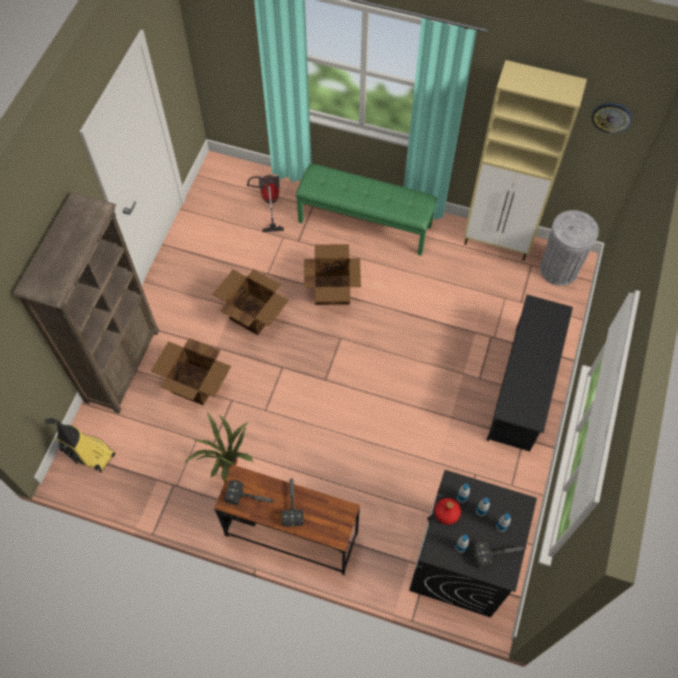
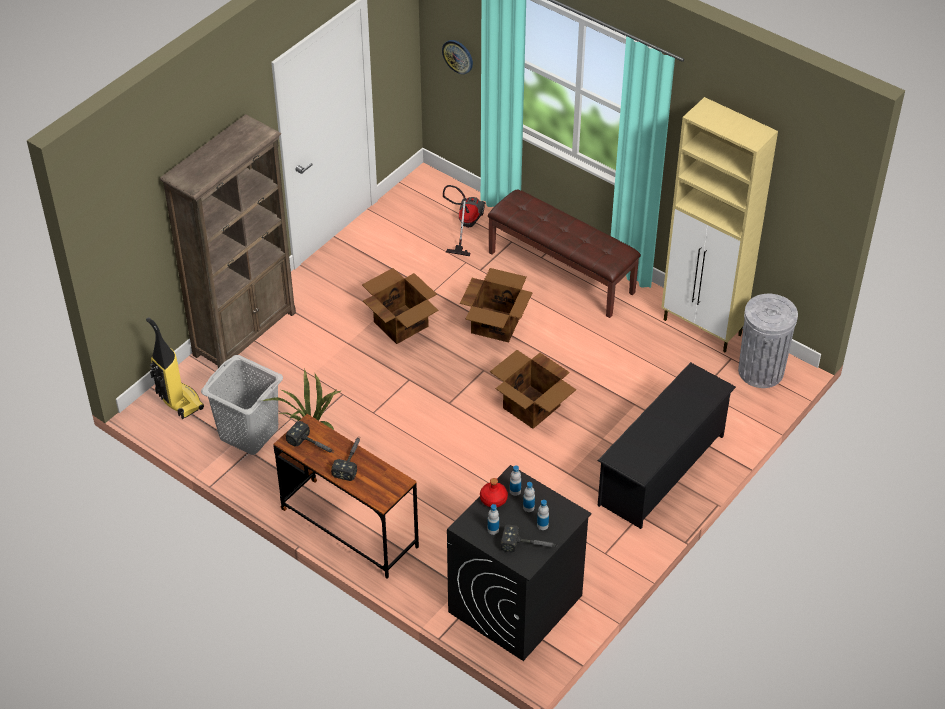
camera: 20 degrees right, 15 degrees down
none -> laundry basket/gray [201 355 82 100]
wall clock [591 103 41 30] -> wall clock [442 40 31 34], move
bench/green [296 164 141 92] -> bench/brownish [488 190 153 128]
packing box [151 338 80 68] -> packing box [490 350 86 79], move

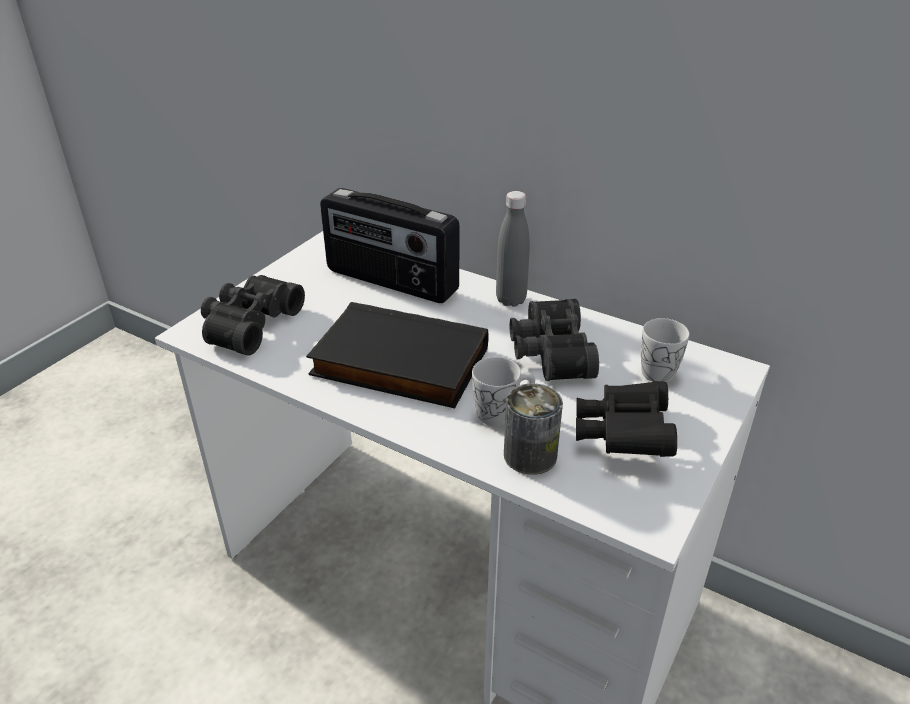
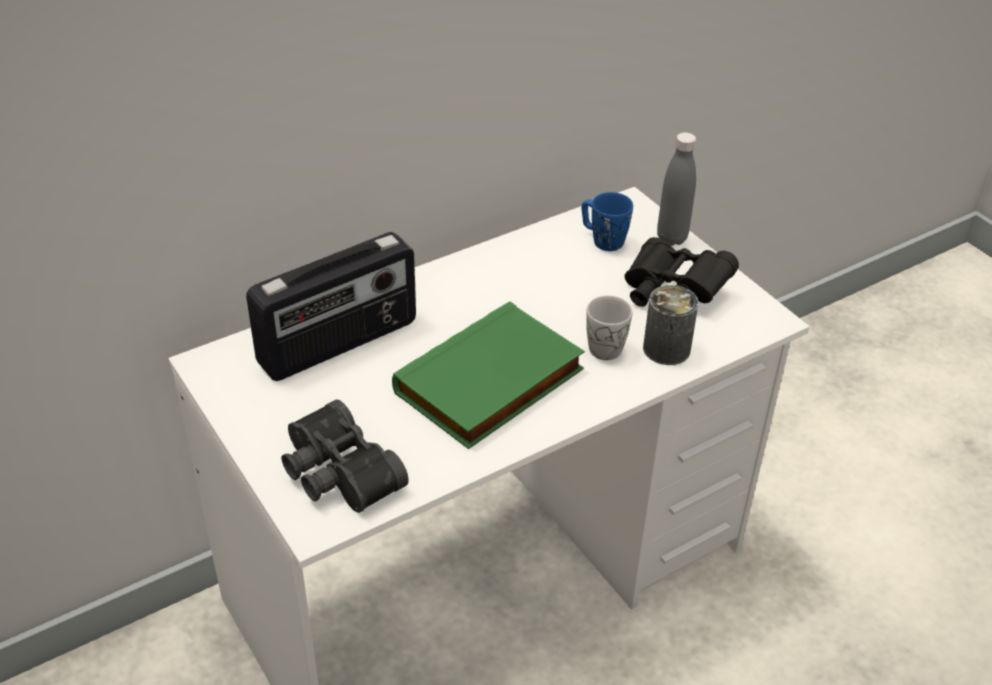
camera: 65 degrees left, 5 degrees up
book/blackish [306 302 183 106] -> book/green [392 301 193 148]
coffee mug/white-coloured [641 318 48 65] -> coffee mug/blue-coloured [581 192 52 59]
bottle/gray [496 191 34 116] -> bottle/gray [657 132 39 114], move
field glasses/blackish [510 299 89 82] -> none

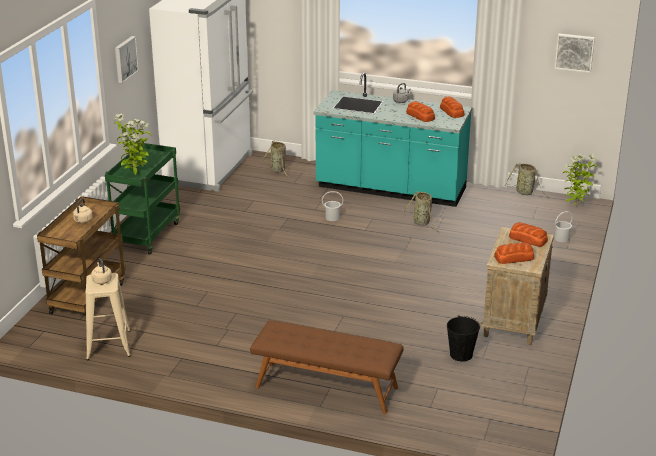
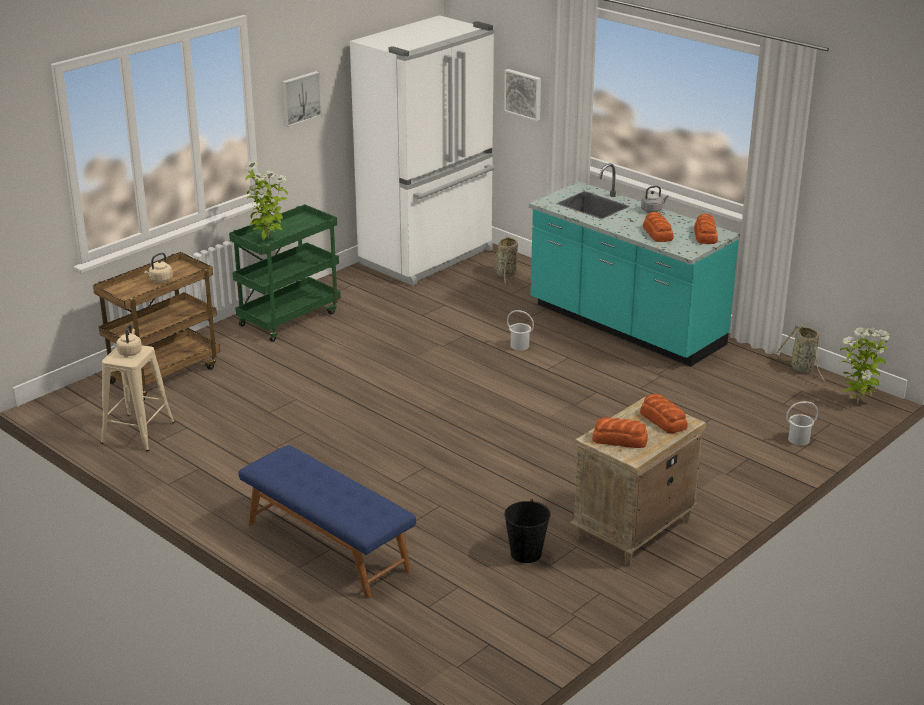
camera: 25 degrees right, 0 degrees up
bench/brownish [250 320 154 94] -> bench/blue-coloured [238 445 178 154]
picture [555 34 40 39] -> picture [504 69 37 52], move
storage basket [403 191 34 40] -> none

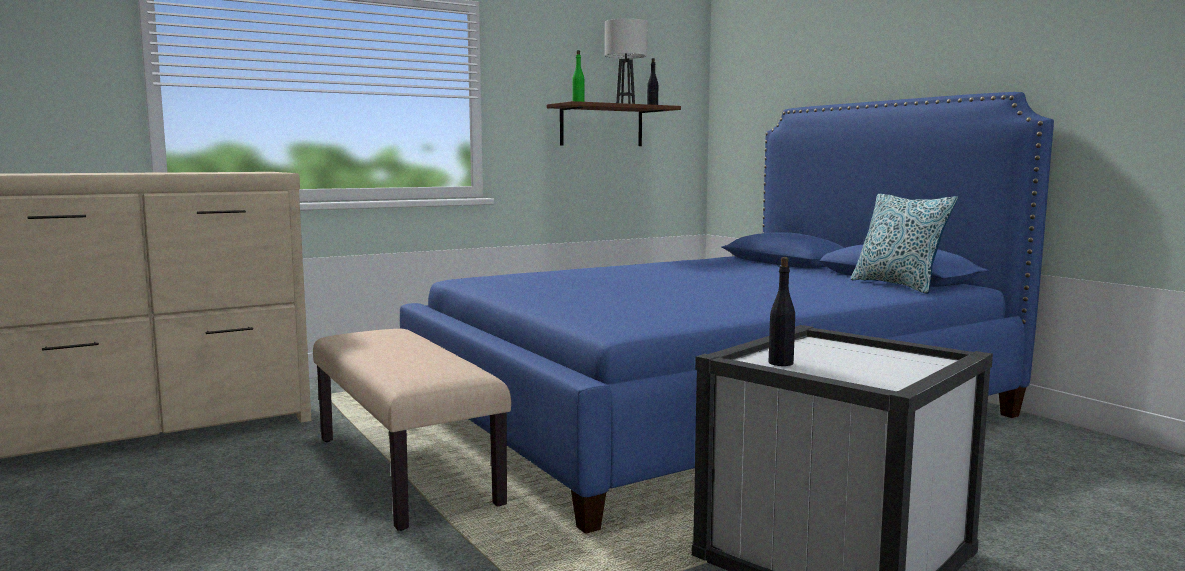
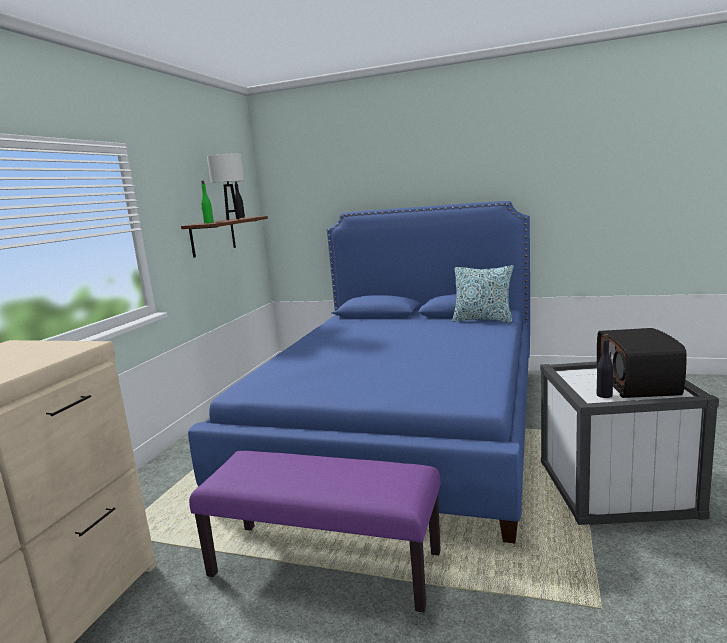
camera: 40 degrees left, 5 degrees up
bench/sand-coloured [313 329 198 202] -> bench/purplish [189 451 252 162]
none -> radio receiver [597 328 90 70]

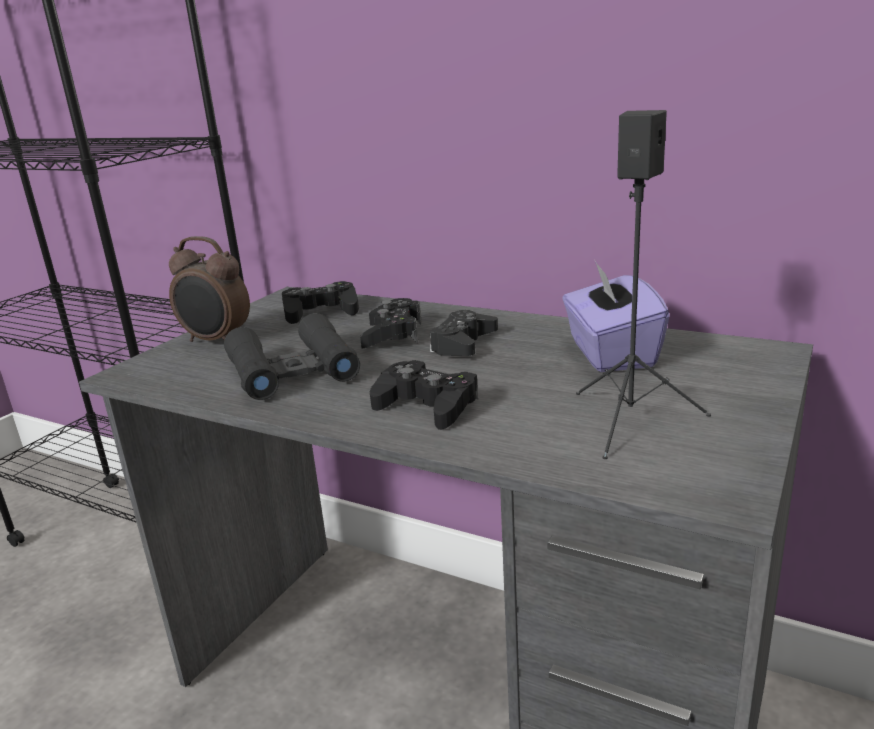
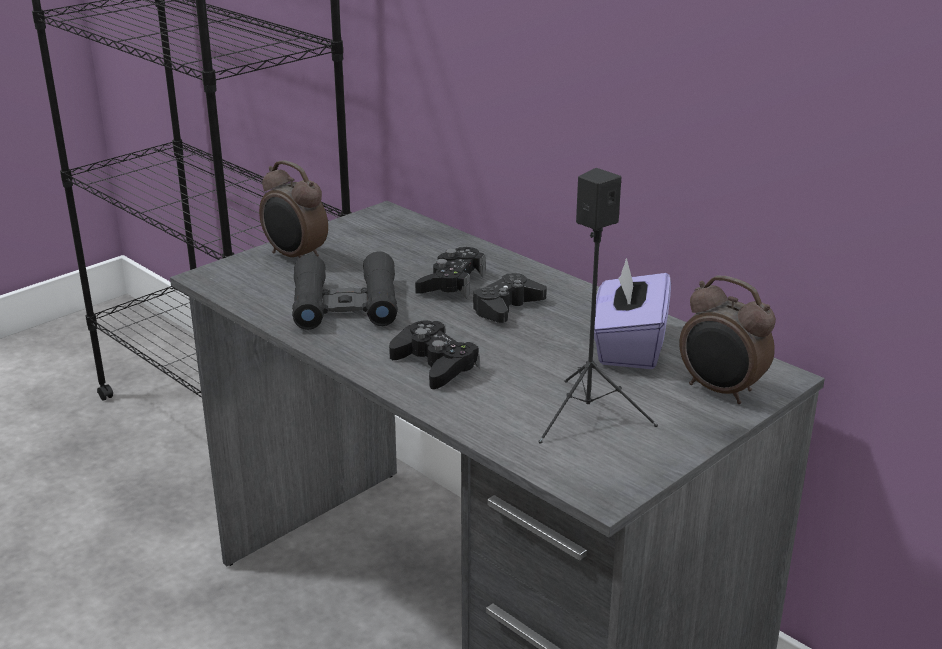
camera: 15 degrees right, 5 degrees up
none -> bedside clock [679 276 97 128]
joypad/blackish [282 281 77 43] -> none

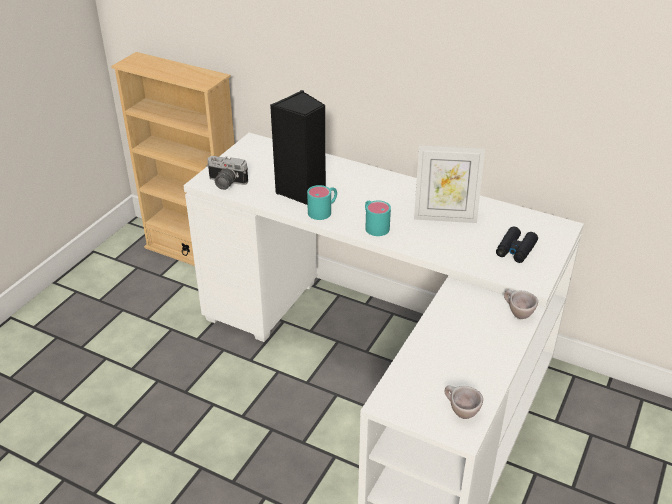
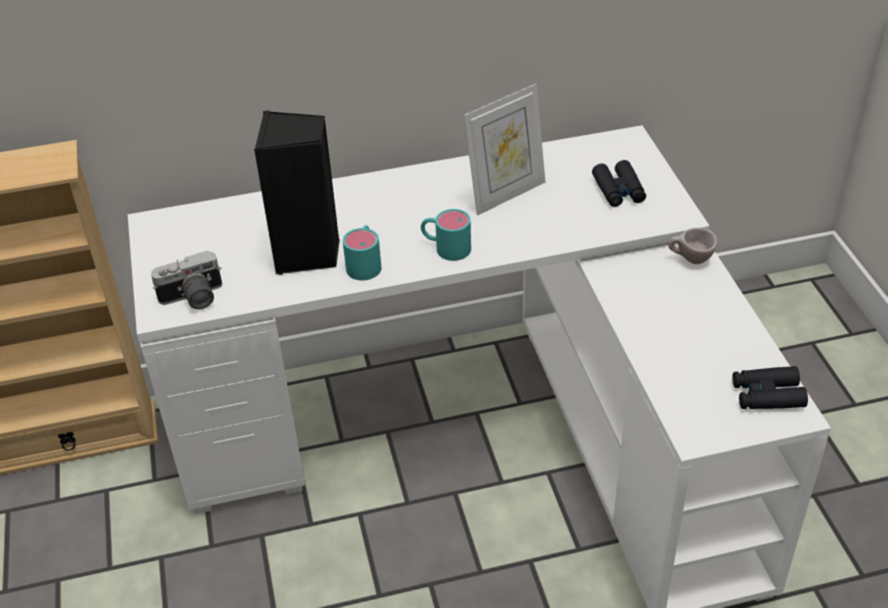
camera: 40 degrees left, 5 degrees up
small cup/sand-coloured [444 385 39 34] -> field glasses/blackish [732 366 76 43]

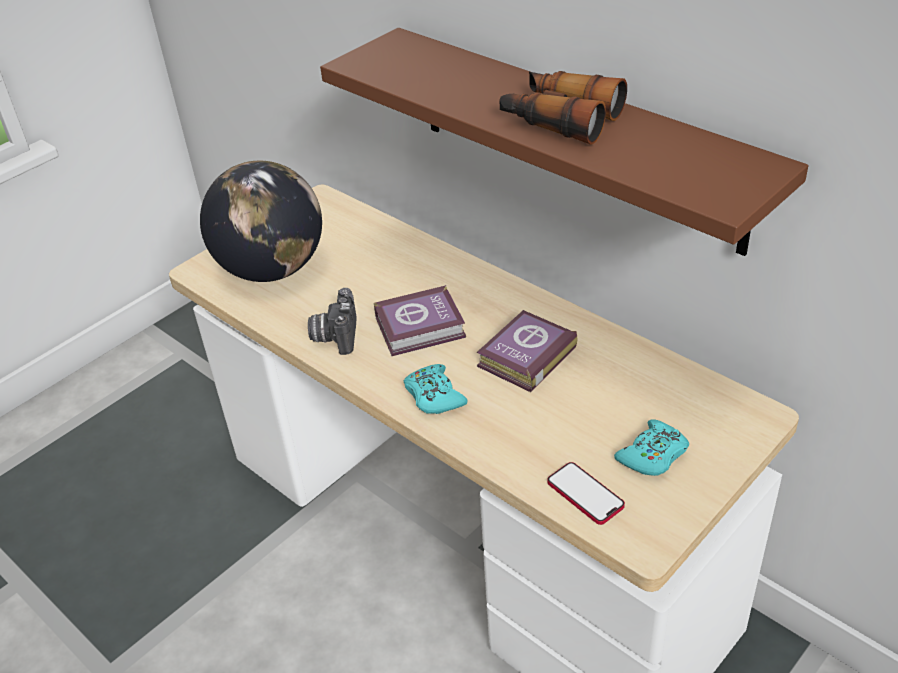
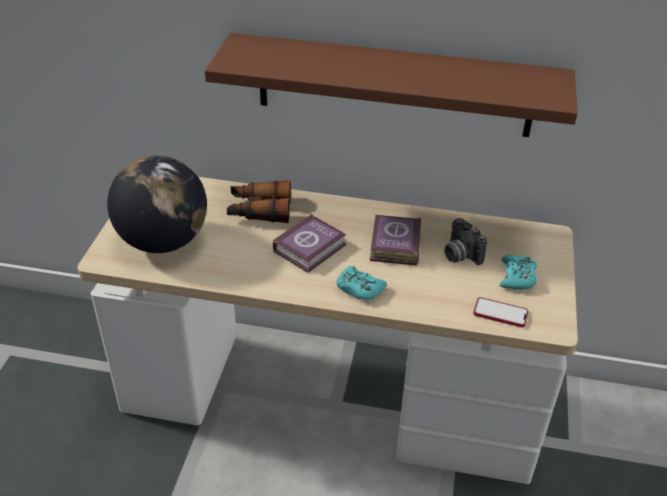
camera: 35 degrees left, 0 degrees up
field glasses [499 71 128 73] -> field glasses [227 180 64 43], move
photo camera [308 288 49 67] -> photo camera [444 218 43 47], move

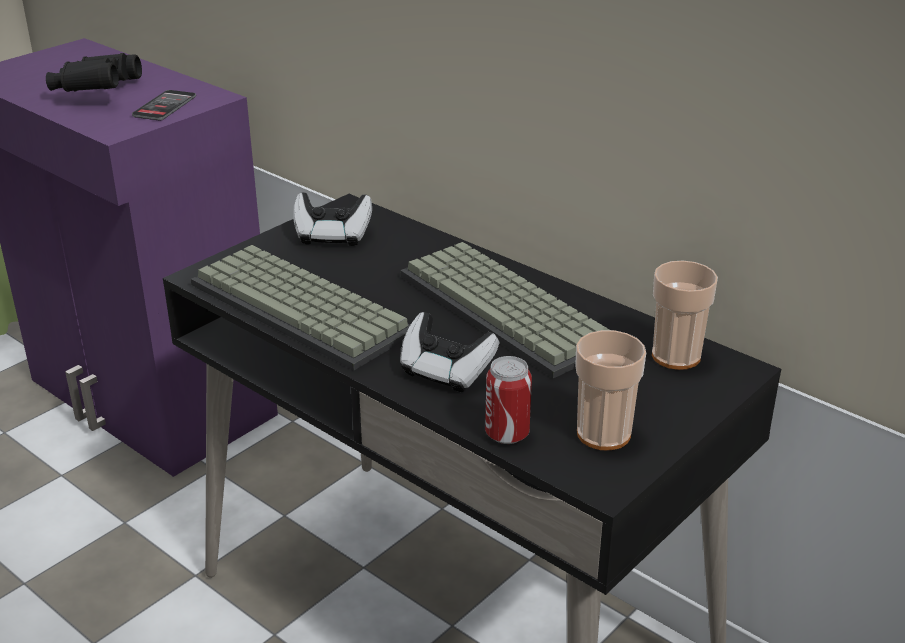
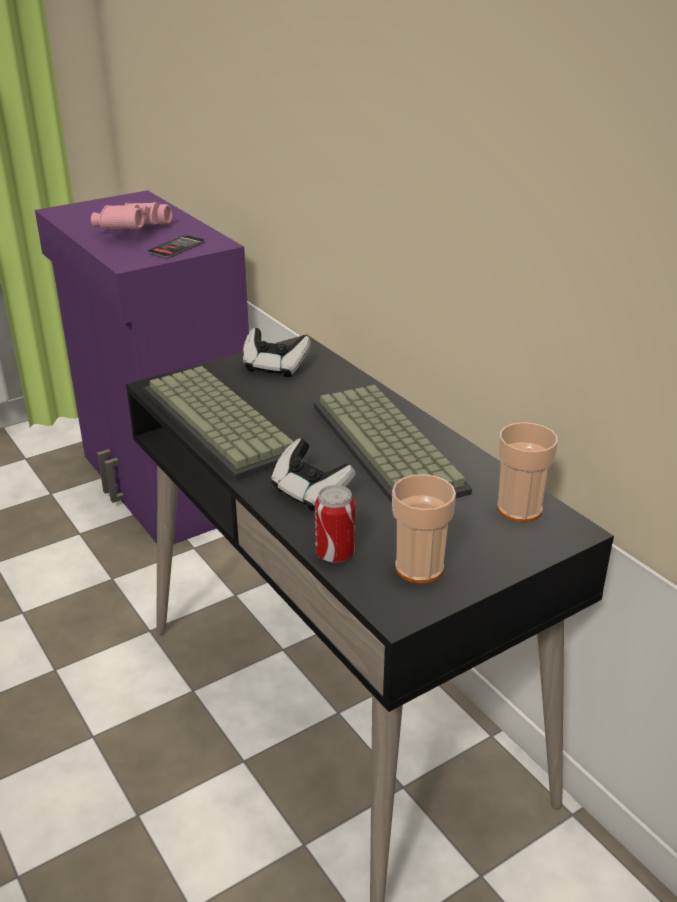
camera: 15 degrees right, 0 degrees up
field glasses/blackish [46 53 96 39] -> field glasses/pinkish [91 202 81 27]

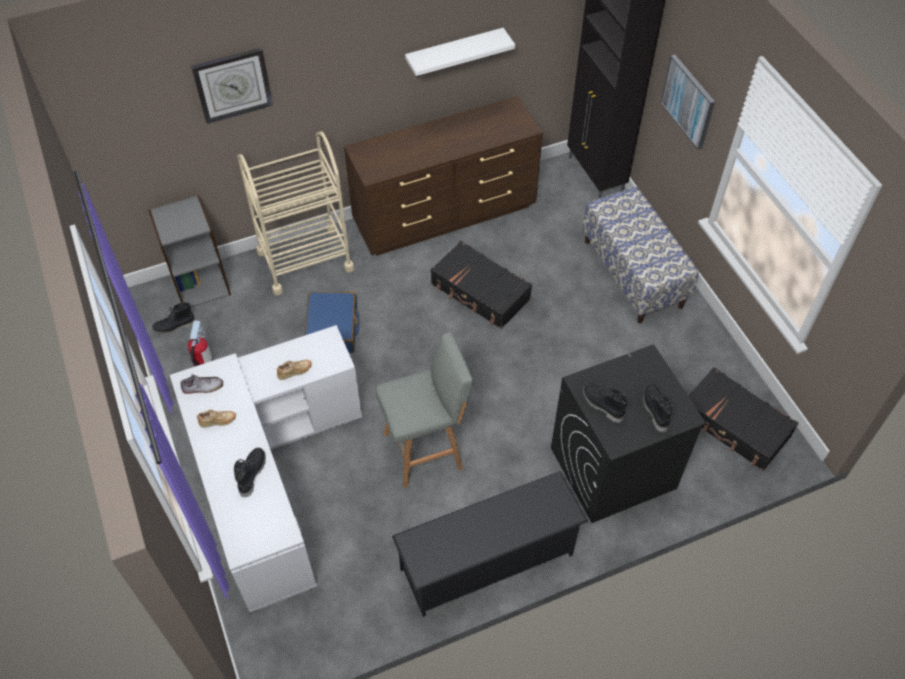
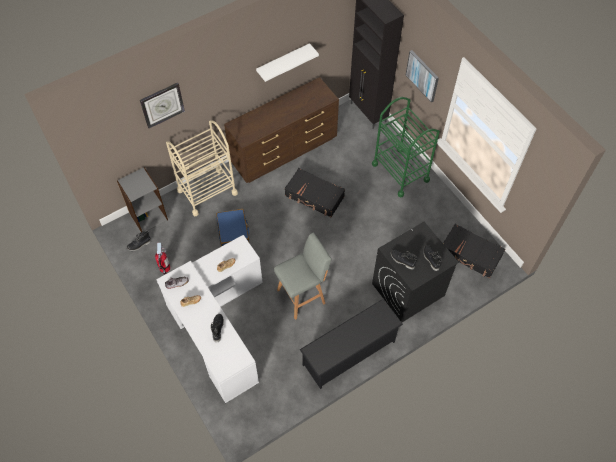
camera: 10 degrees left, 5 degrees up
bench [582 187 117 136] -> wheeled cart/green [372 97 68 101]

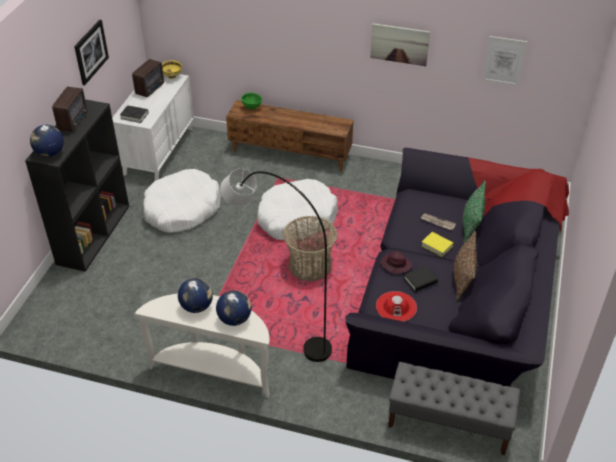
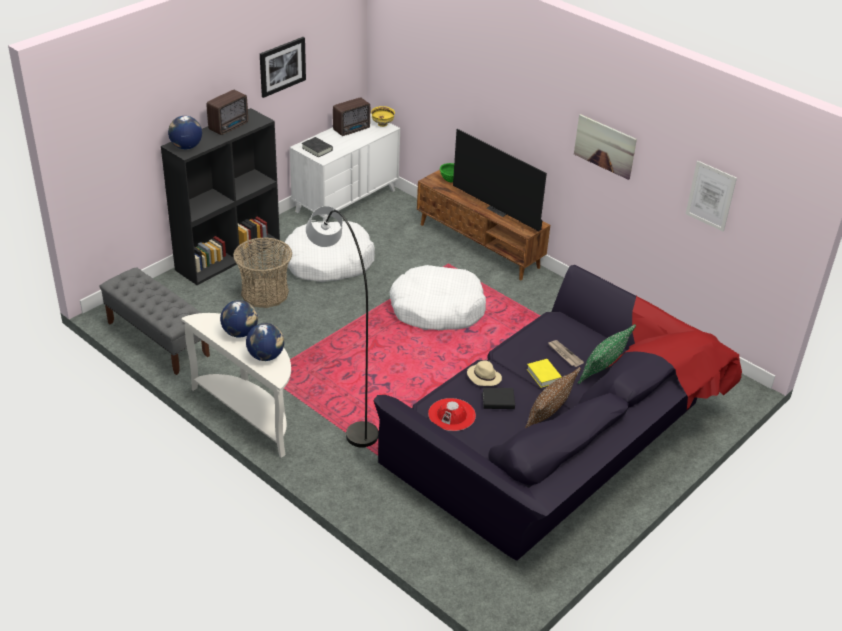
camera: 25 degrees right, 5 degrees down
bench/gray [388 362 132 94] -> bench/gray [100 267 110 108], move
storage basket [283 216 54 65] -> storage basket [233 237 59 71], move
none -> television [453 129 94 102]
clothing hat/purplish [381 251 31 23] -> clothing hat/sand-coloured [467 361 35 25]

